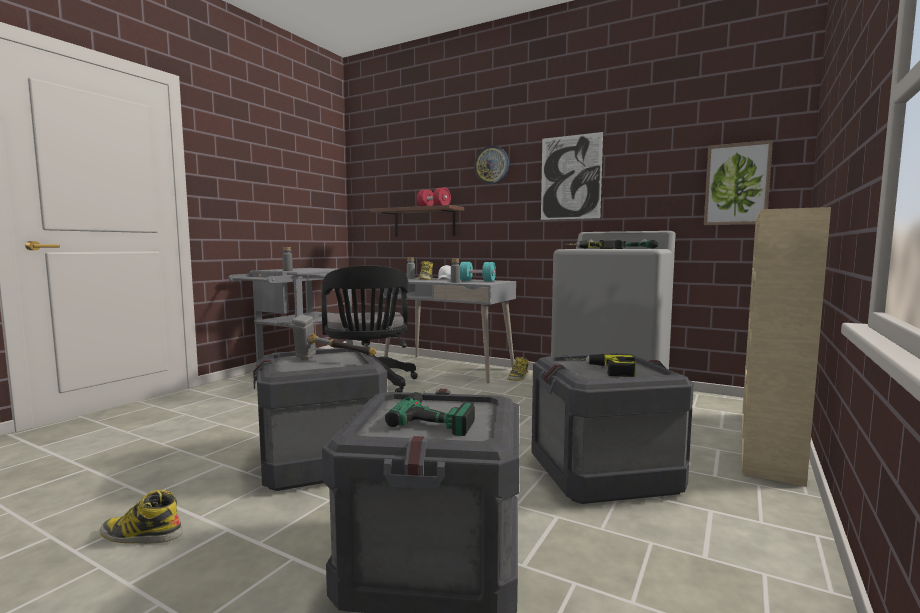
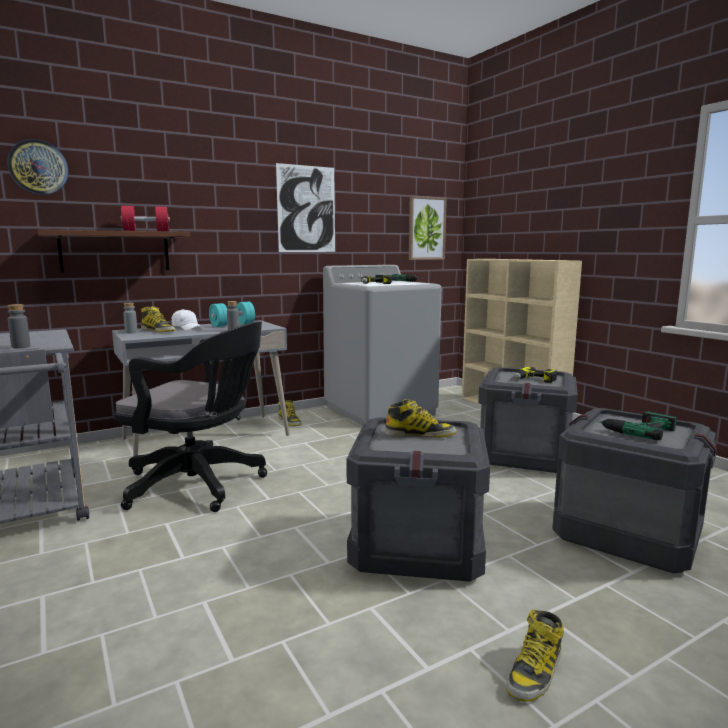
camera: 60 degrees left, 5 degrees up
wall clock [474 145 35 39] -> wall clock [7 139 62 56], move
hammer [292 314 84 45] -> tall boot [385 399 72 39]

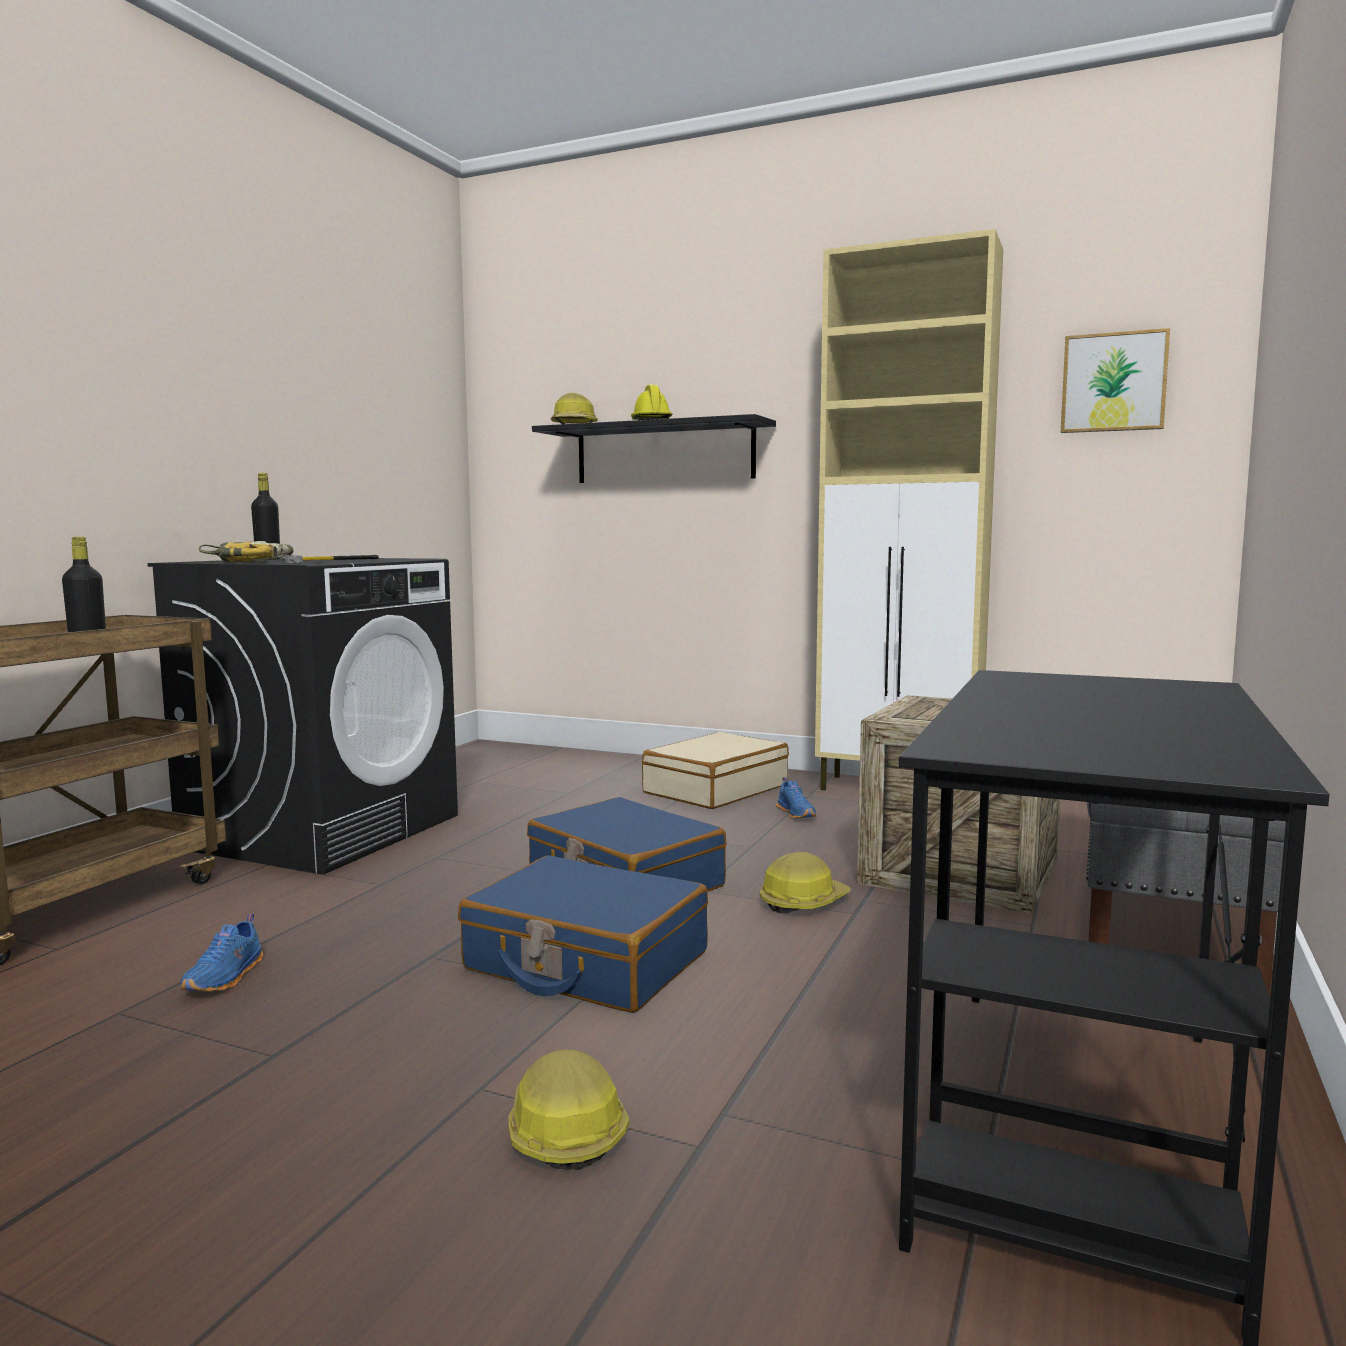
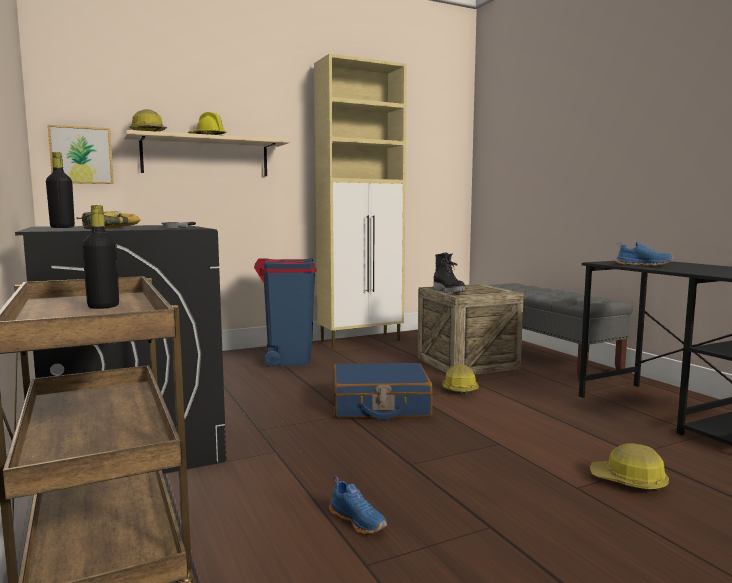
camera: 50 degrees left, 0 degrees up
picture [1061 328 109 105] -> picture [48 125 66 59], move
bracket shelf/blackish [532 414 244 69] -> bracket shelf/sand-coloured [124 130 166 46]
suitcase/sand-coloured [642 732 147 77] -> trash can/blue-coloured [254 258 62 109]
none -> tall boot/blackish [433 253 32 40]
shoe/blue-coloured [776 777 41 42] -> shoe/blue-coloured [616 242 57 24], move
suitcase/blue-coloured [458 855 250 158] -> none

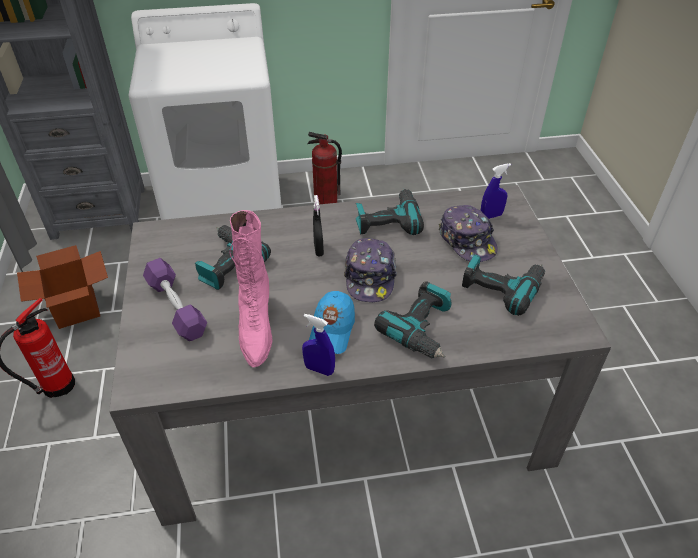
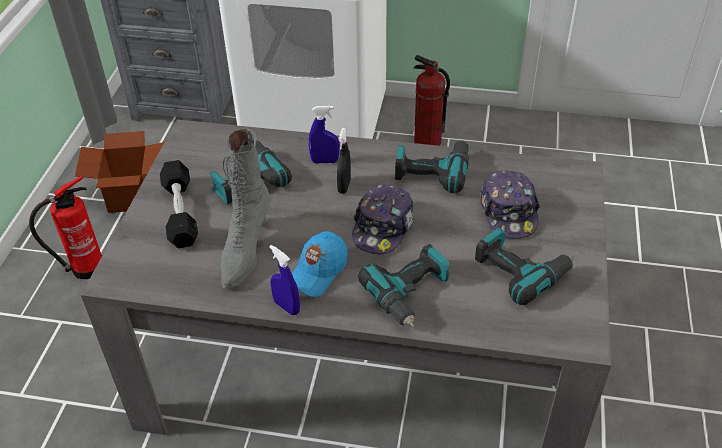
camera: 20 degrees right, 0 degrees up
dumbbell/purplish [143 258 64 83] -> dumbbell/blackish [160 160 38 88]
tall boot/pinkish [229 210 43 157] -> tall boot/gray [221 129 49 159]
sprayer/blue-coloured [481 163 30 56] -> sprayer/blue-coloured [309 106 30 57], move

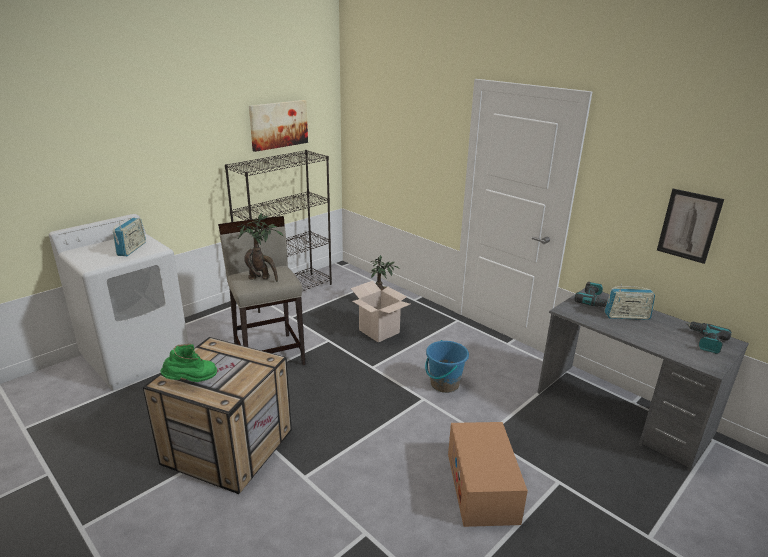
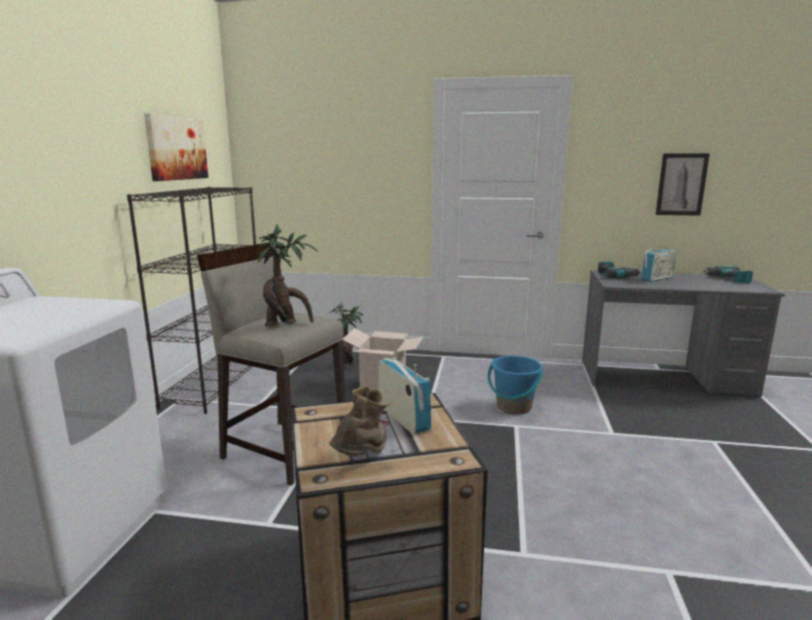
camera: 35 degrees left, 10 degrees down
tall boot/green [160 344 57 38] -> tall boot/brownish [329 385 65 72]
radio receiver [113 217 33 39] -> radio receiver [379 357 52 77], move
packing box [448 422 80 105] -> none

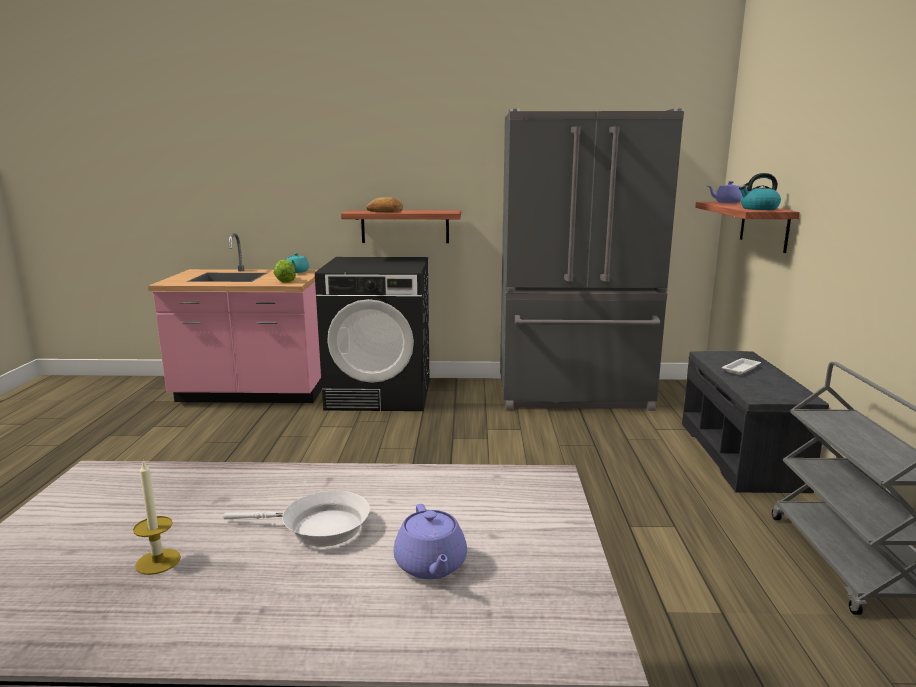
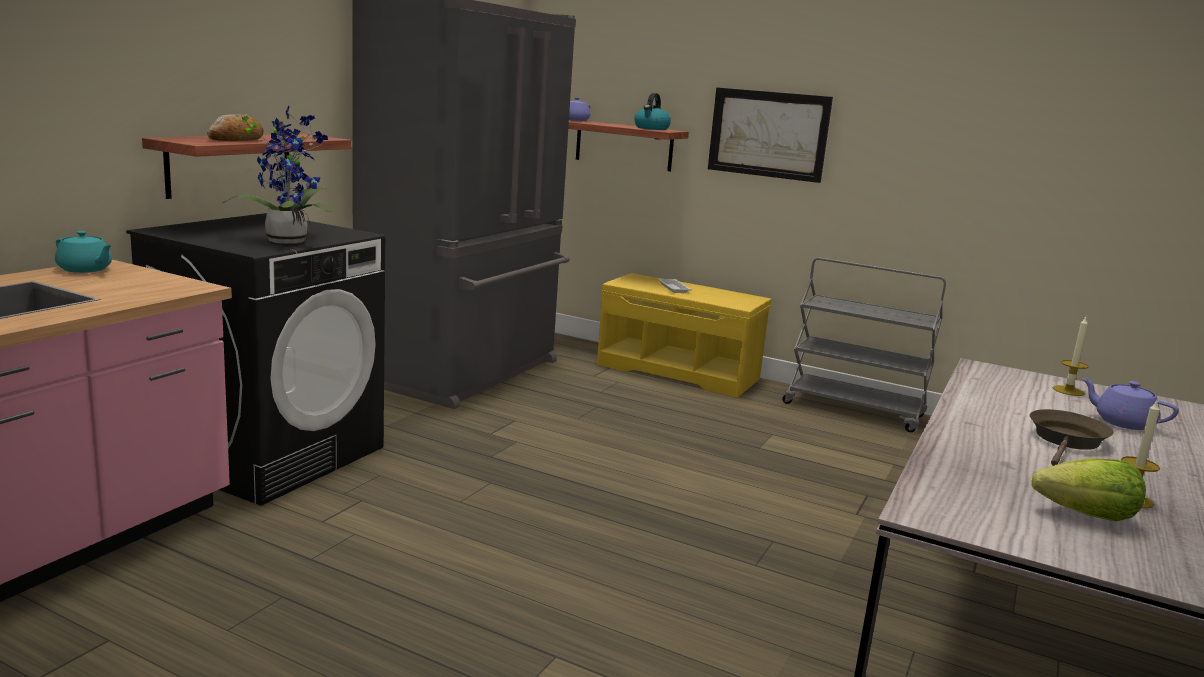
camera: 65 degrees left, 0 degrees up
none -> houseplant [223 105 108 139]
bench/gray [682 351 147 142] -> bench/yellow [597 273 174 125]
none -> picture [708 87 125 96]
pan/white-coloured [223 491 147 56] -> pan/brownish [1030 409 84 57]
head of lettuce [274 260 22 23] -> head of lettuce [1032 458 114 63], move
none -> candle [1053 317 36 79]
tea pot/purplish [393 504 74 75] -> tea pot/purplish [1081 378 98 52], 150 degrees counterclockwise

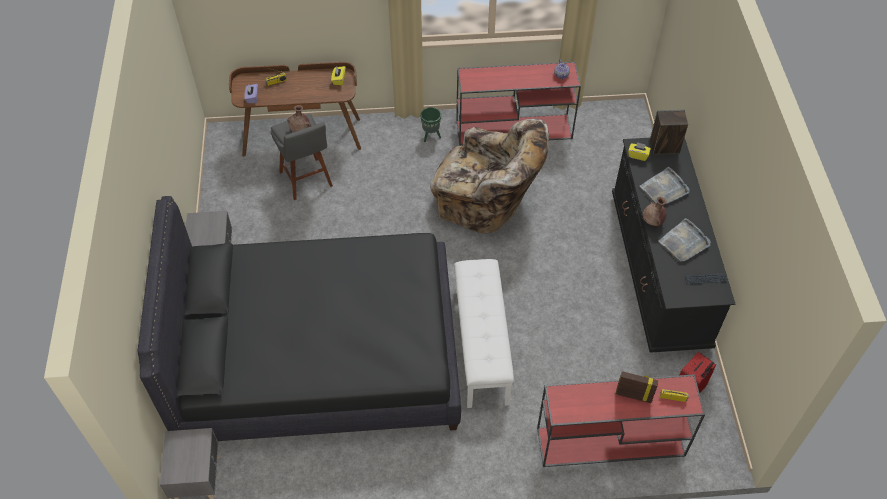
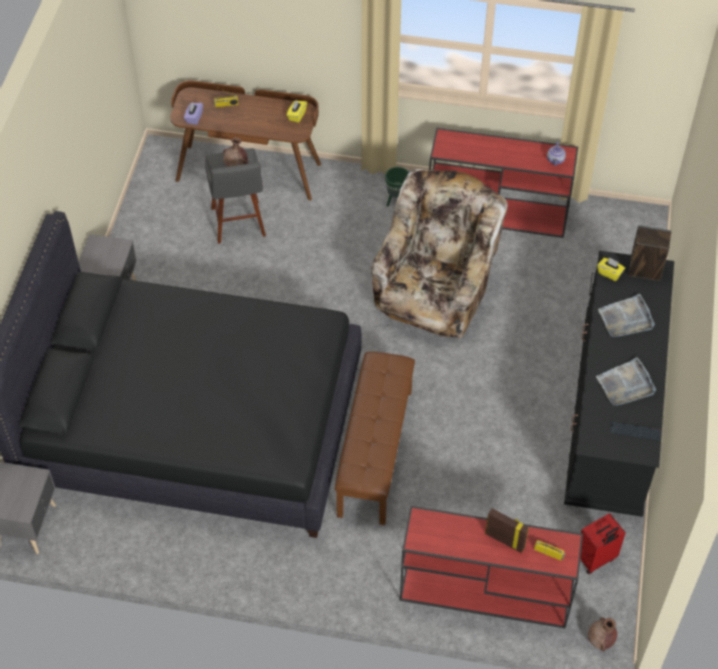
camera: 15 degrees right, 0 degrees up
bench/white-coloured [454 259 60 149] -> bench/brownish [335 352 80 173]
armchair/sand-coloured [430 119 119 115] -> armchair/sand-coloured [371 169 136 170], 105 degrees counterclockwise
flower vase/brownish [643 197 23 29] -> flower vase/brownish [588 617 29 34], move

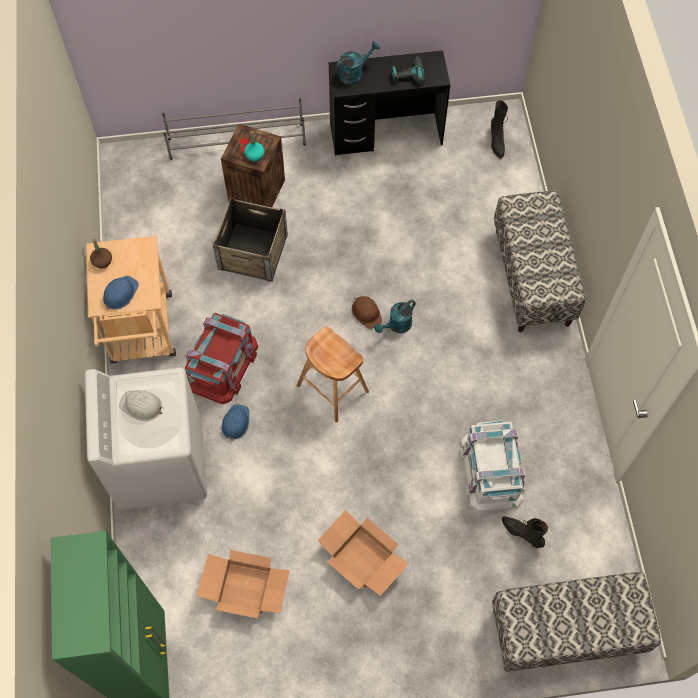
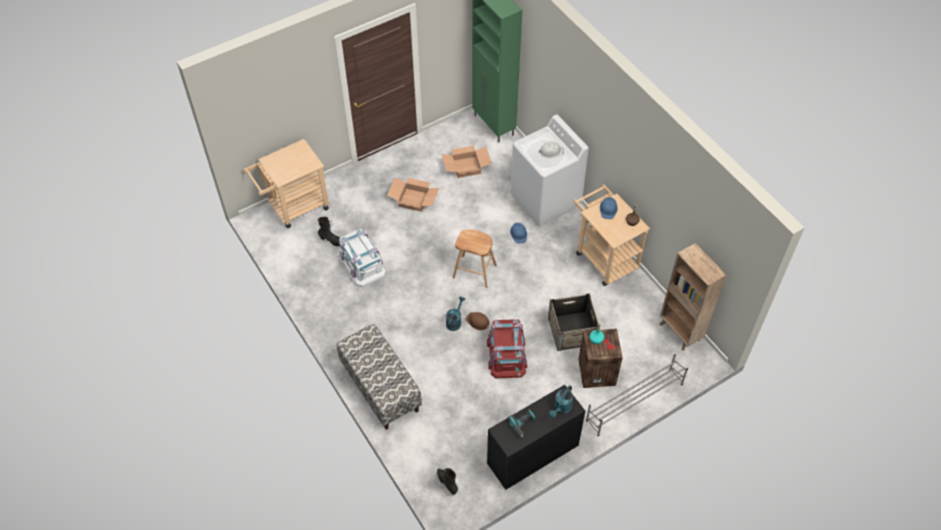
camera: 155 degrees right, 10 degrees down
bench [492 572 169 100] -> wheeled cart/sand-coloured [243 139 87 89]
storage bin/reddish [185 313 73 91] -> storage bin/reddish [487 319 40 59], move
none -> bookshelf/brownish [659 243 67 108]

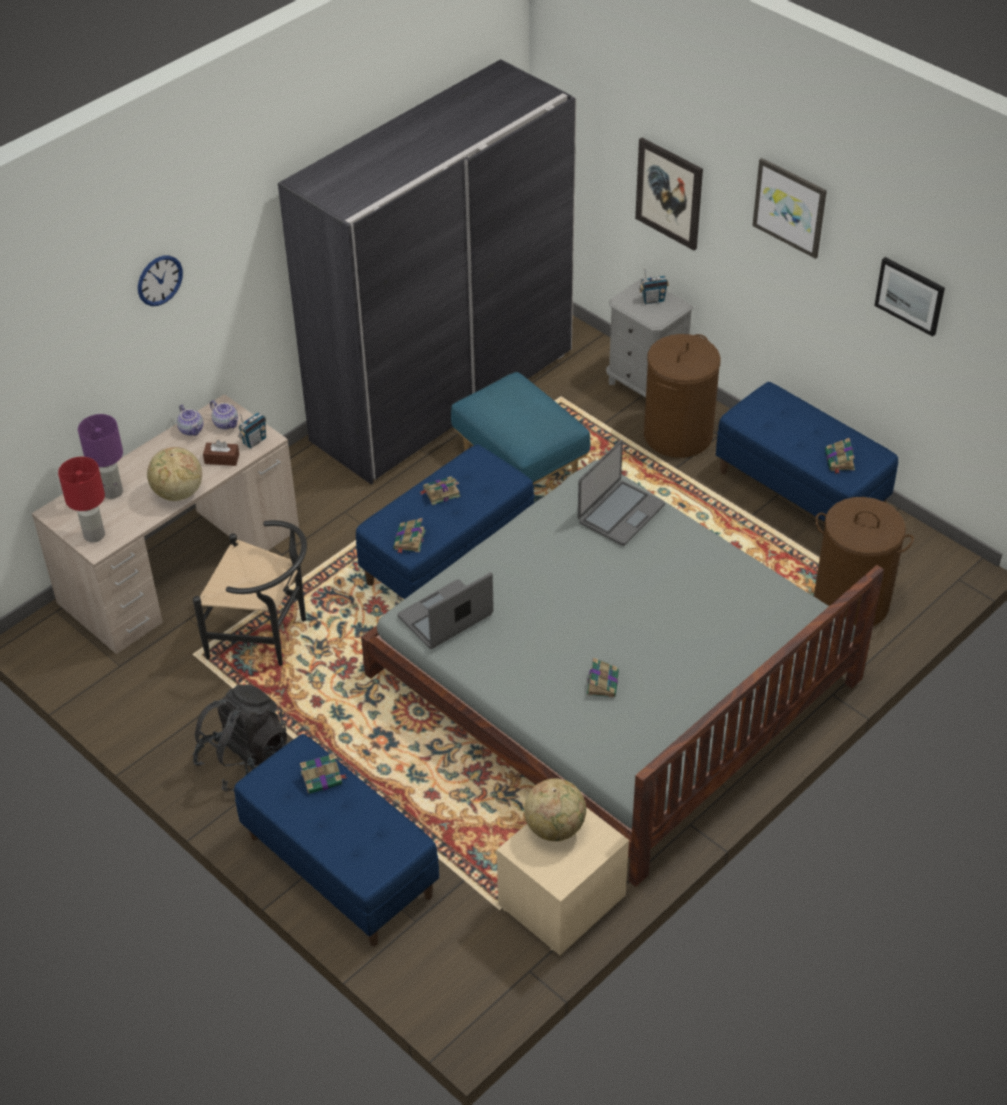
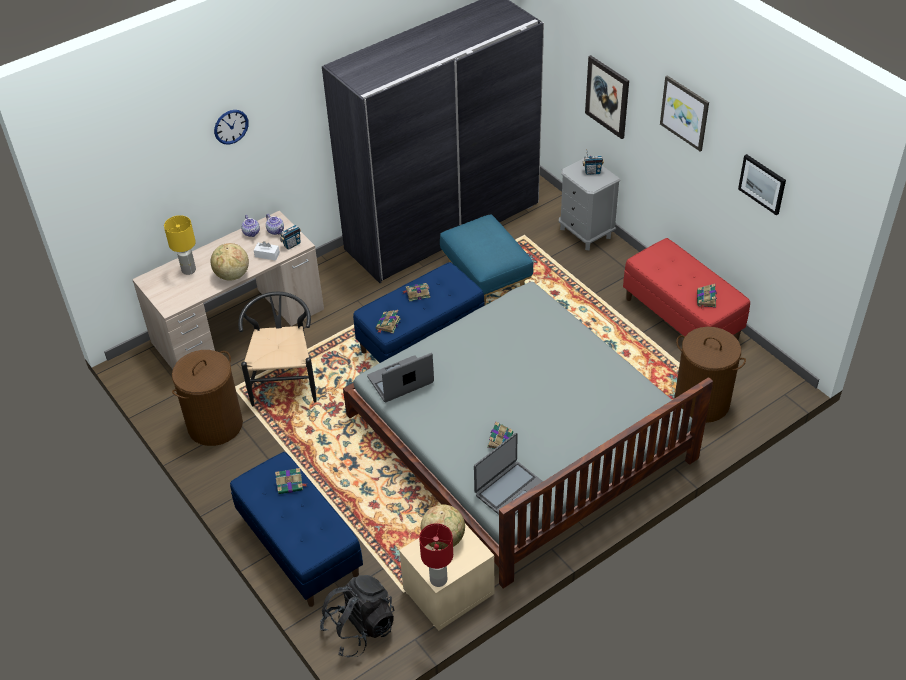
camera: 10 degrees right, 0 degrees up
lamp for a table/purplish [78 414 45 85] -> lamp for a table/yellow [164 215 32 60]
laundry basket/brownish [644 334 77 124] -> laundry basket/brownish [172 350 71 96], move
chair/blackish [193 520 114 146] -> chair/blackish [238 292 79 114], 120 degrees counterclockwise
tissue box/brownish [203 440 36 26] -> tissue box/white-coloured [254 241 26 19]
rucksack/blackish [193 684 94 107] -> rucksack/blackish [320 575 75 82], move
lamp for a table/reddish [58 457 47 85] -> lamp for a table/reddish [419 523 34 64], move
laptop [578 440 87 106] -> laptop [474 433 69 82], move
bench/blue-coloured [716 382 182 140] -> bench/reddish [623 238 127 102]

